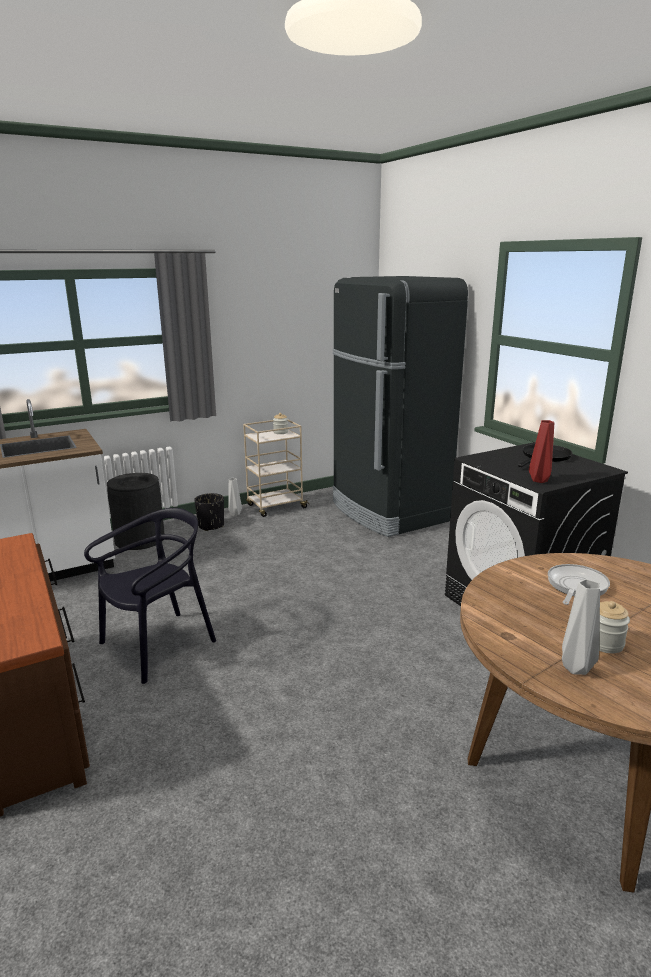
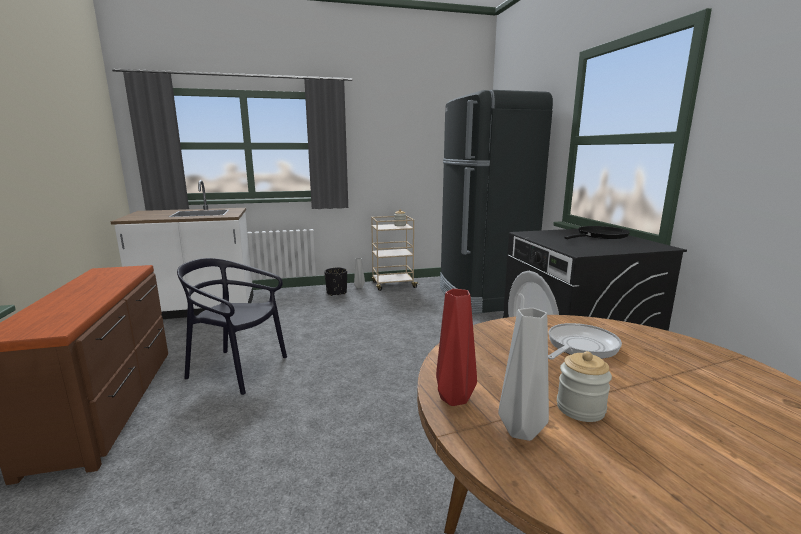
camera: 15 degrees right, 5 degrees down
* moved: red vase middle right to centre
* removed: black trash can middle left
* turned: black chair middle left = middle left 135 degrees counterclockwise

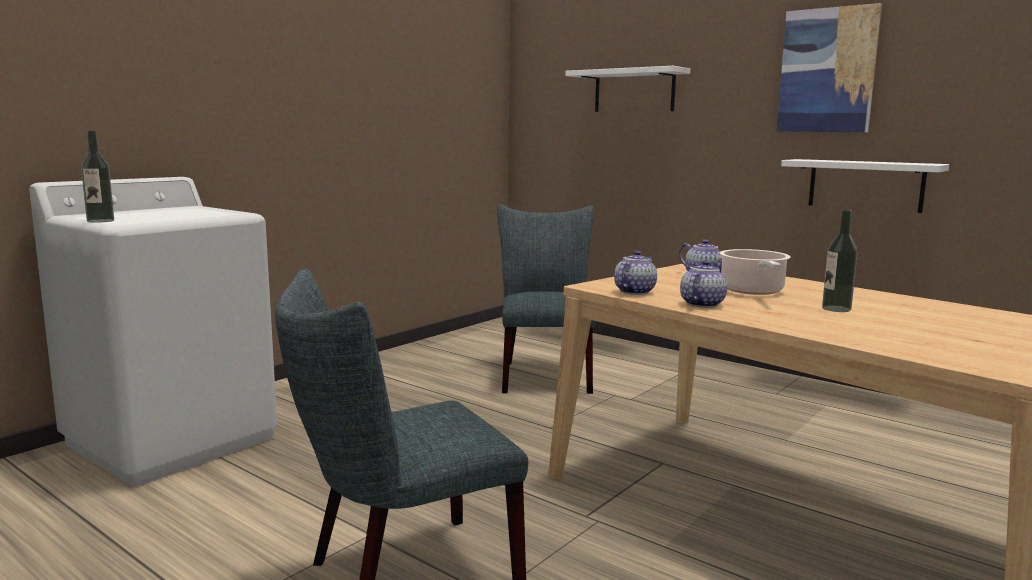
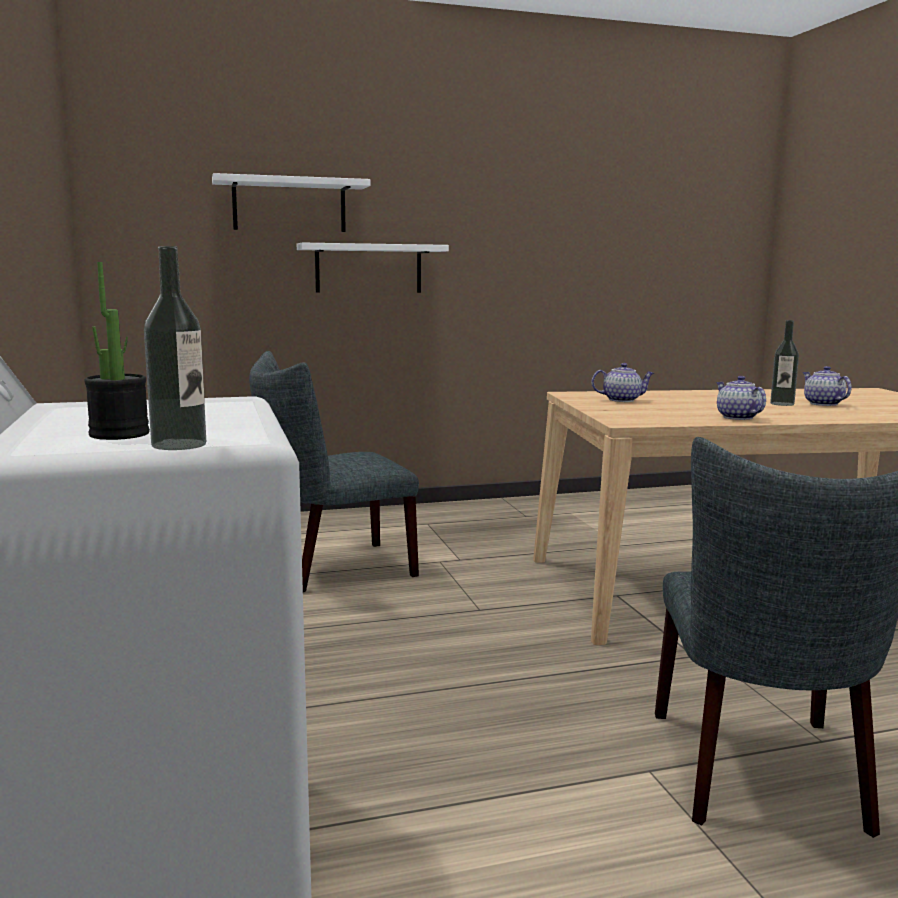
camera: 55 degrees left, 0 degrees up
* removed: picture top right
* moved: white shelf (2nd from left) top right to top centre
* turned: grey chair (2nd from left in the first image) centre = centre 60 degrees counterclockwise
* removed: cooking pot middle right
* moved: teapot (1st from left in the first image) centre to teapot (3rd from left) middle right
* added: potted plant middle left

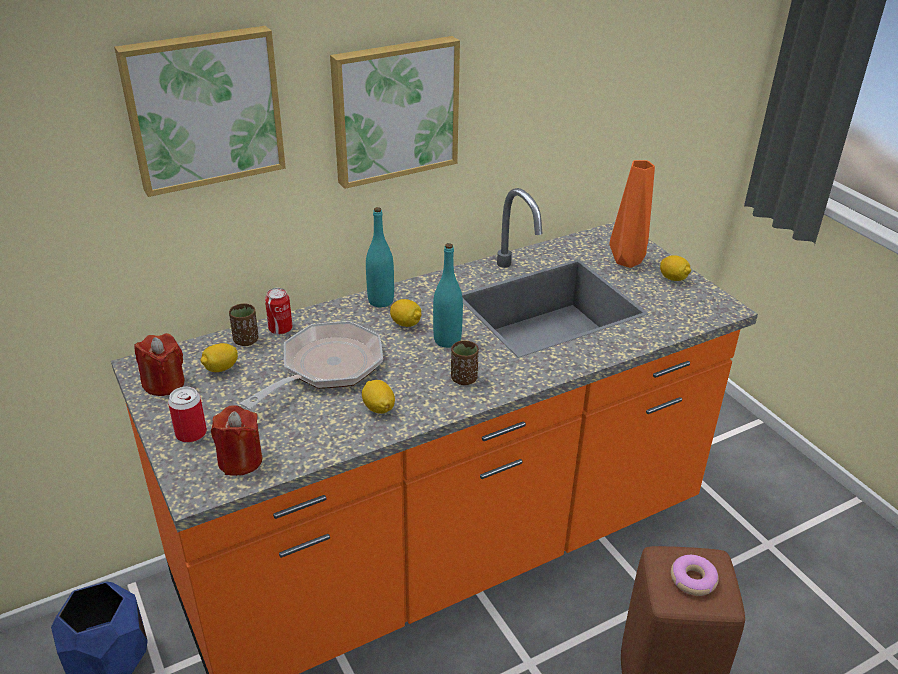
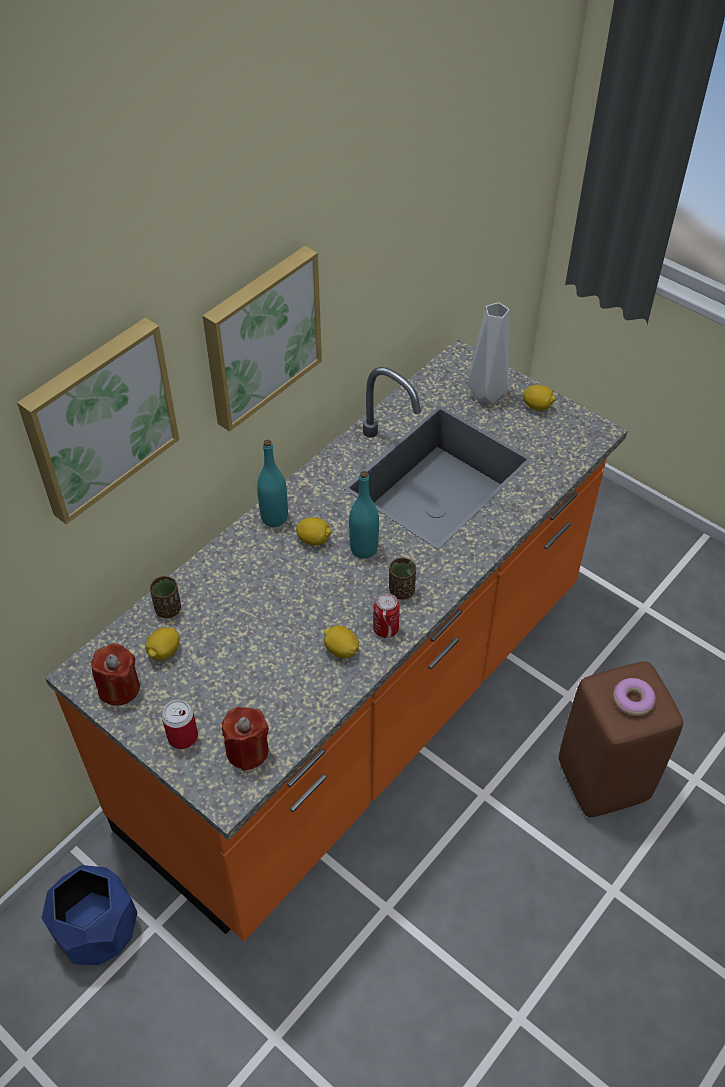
camera: 20 degrees left, 15 degrees up
* recoloured: orange vase top right to grey vase top right
* moved: can (2nd from left) middle left to centre
* removed: frying pan centre

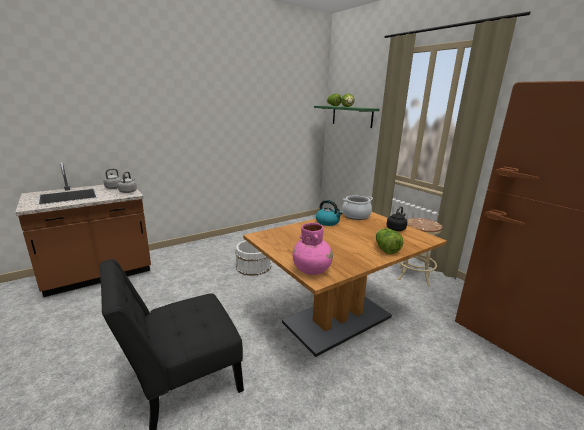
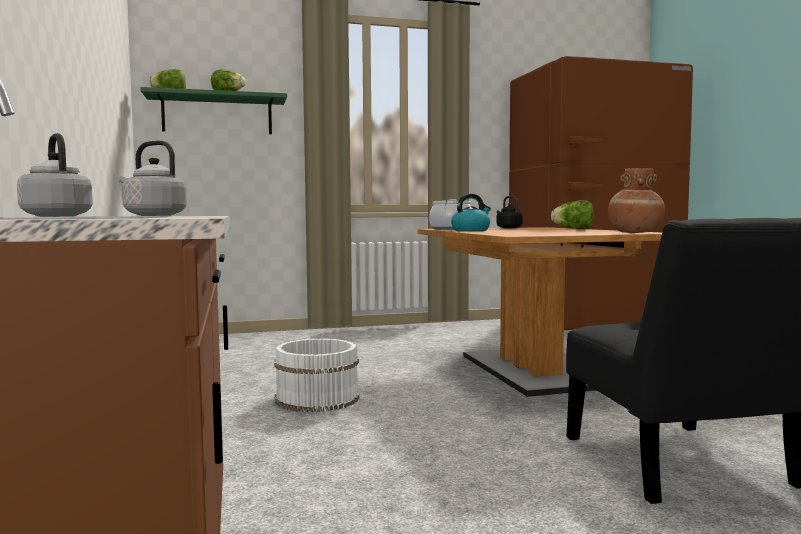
camera: 70 degrees left, 15 degrees down
* removed: beige stool middle right
* recoloured: pink vase centre to brown vase middle right

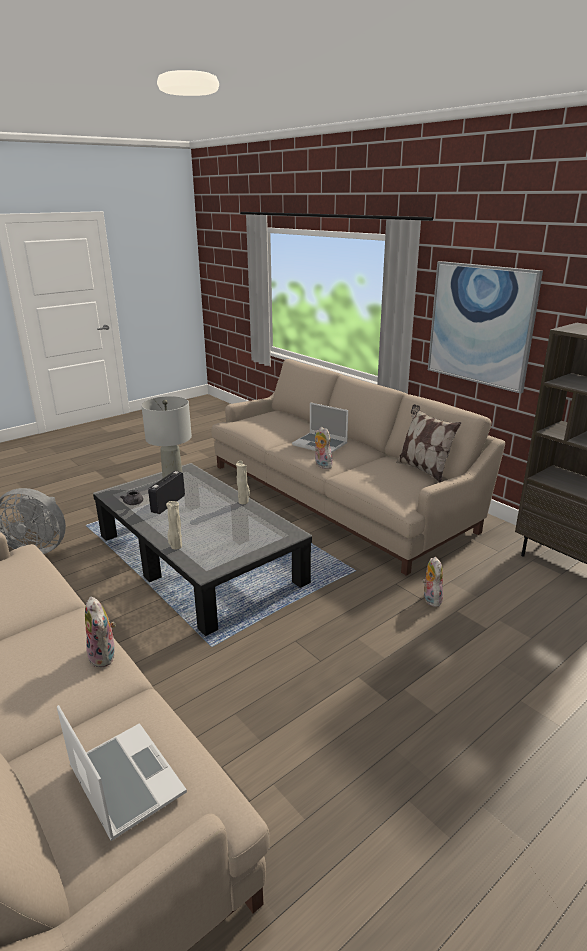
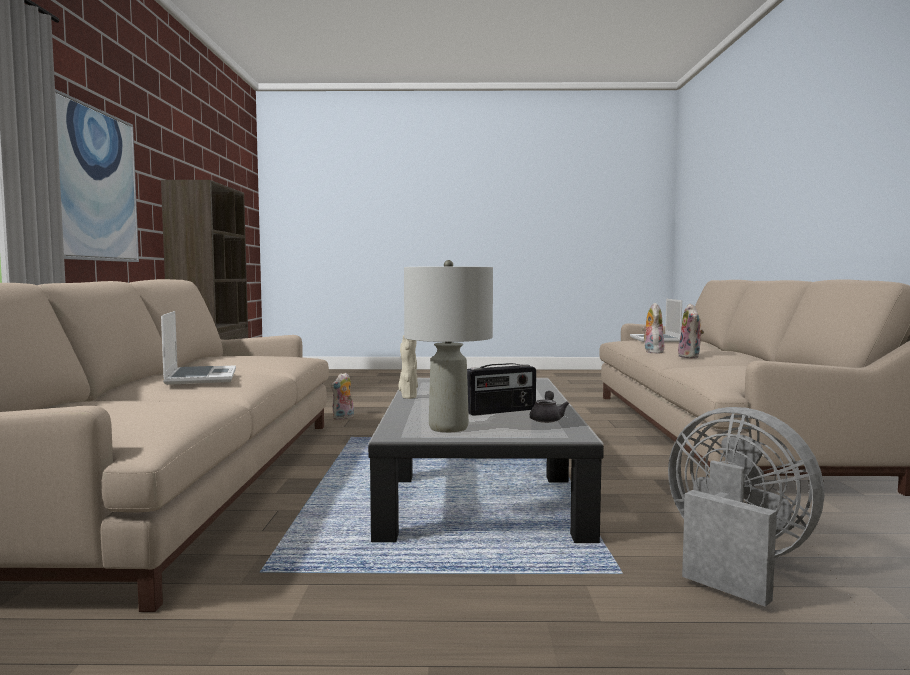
camera: 140 degrees left, 20 degrees down
* removed: pillow middle right
* moved: plush toy (2nd from left in the first image) centre to plush toy (3rd from left) middle right
* removed: beige vase (1st from left) middle left

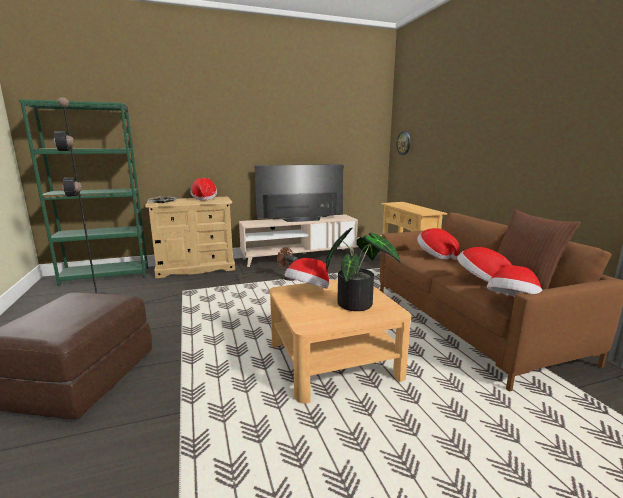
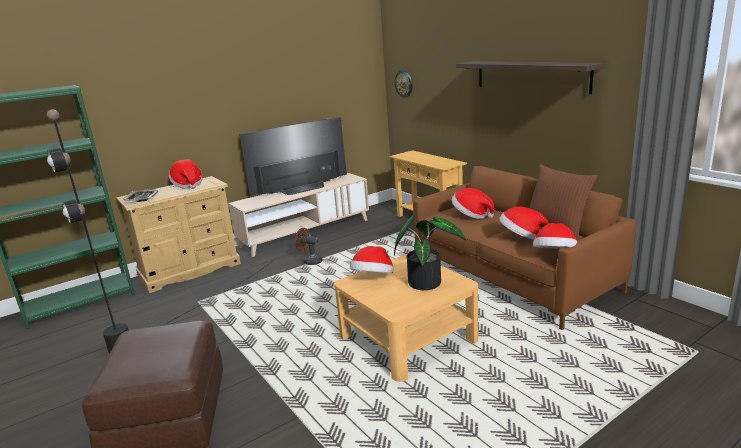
camera: 15 degrees left, 5 degrees up
* added: shelf top right

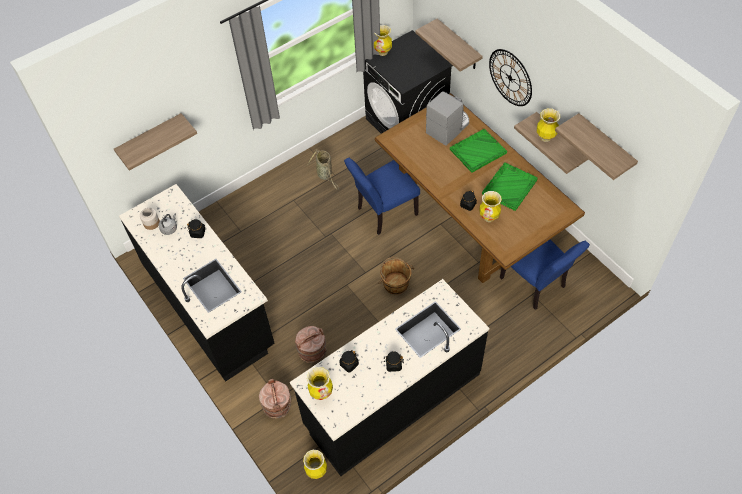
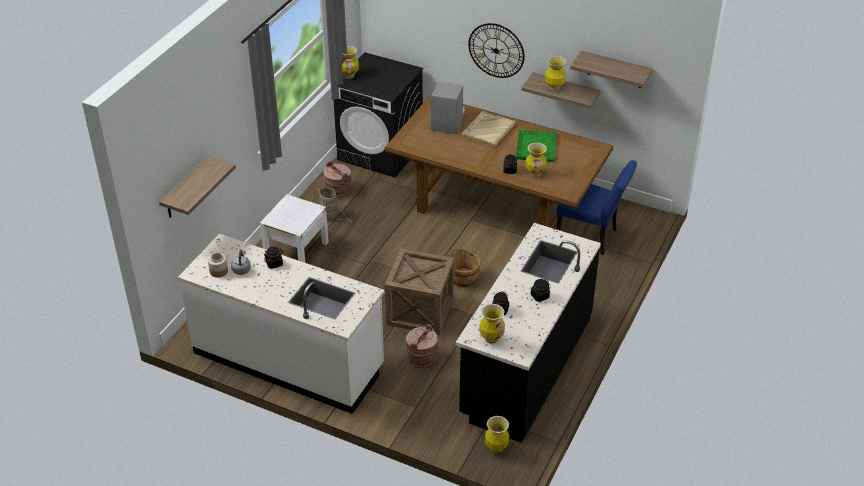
camera: 30 degrees left, 15 degrees down
* removed: shelf (2nd from left) top centre
* recoloured: green tray (1st from left) top centre to beige tray top centre
* removed: blue chair (1st from left) centre
* recoloured: black counter (1st from left) middle left to white counter bottom left
* moved: brown bucket (1st from left) bottom centre to centre
* added: white nightstand centre
* added: crate centre

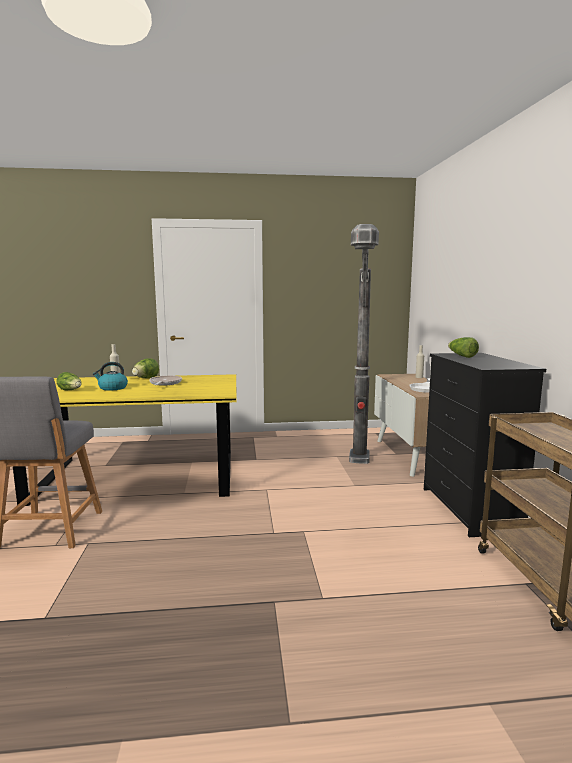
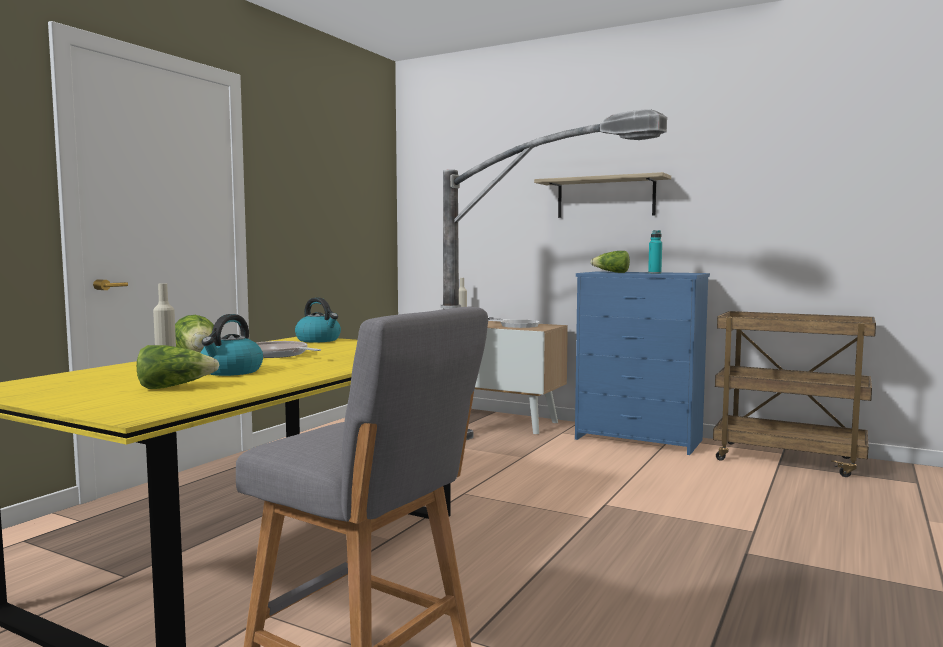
camera: 55 degrees left, 5 degrees down
* recoloured: black dresser middle right to blue dresser middle right
* added: shelf top centre
* added: turquoise bottle middle right
* added: kettle (2nd from left) centre

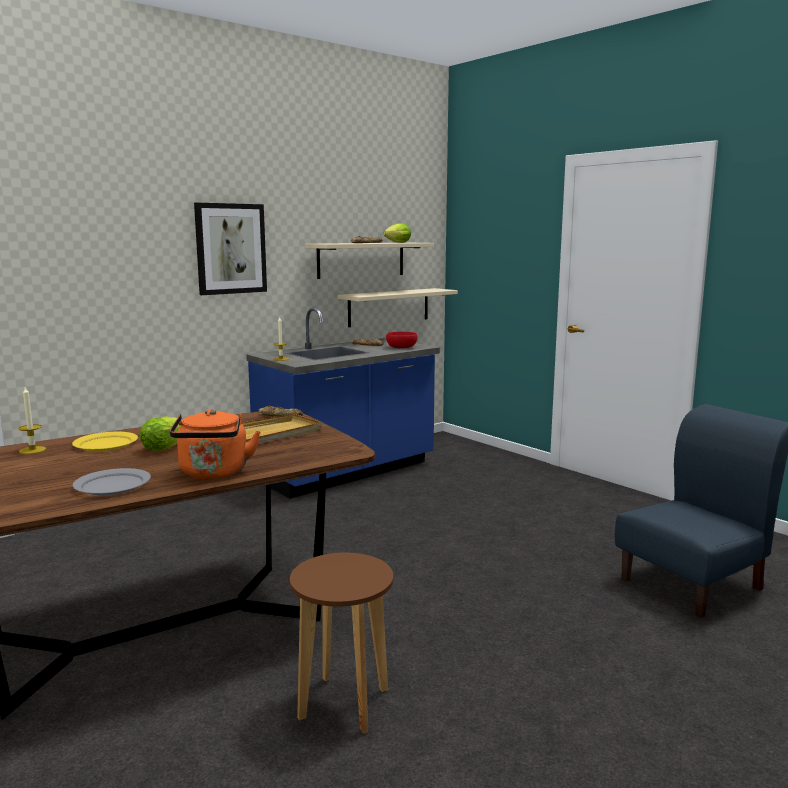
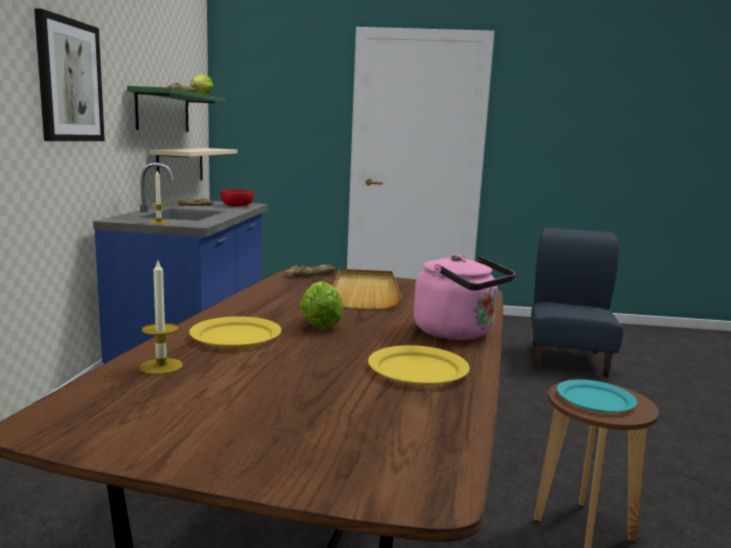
camera: 45 degrees left, 0 degrees up
* recoloured: beige shelf (1st from left) top centre to green shelf top left
* recoloured: orange kettle middle left to pink kettle centre
* recoloured: grey plate middle left to yellow plate (2nd from left) centre
* added: turquoise plate bottom right

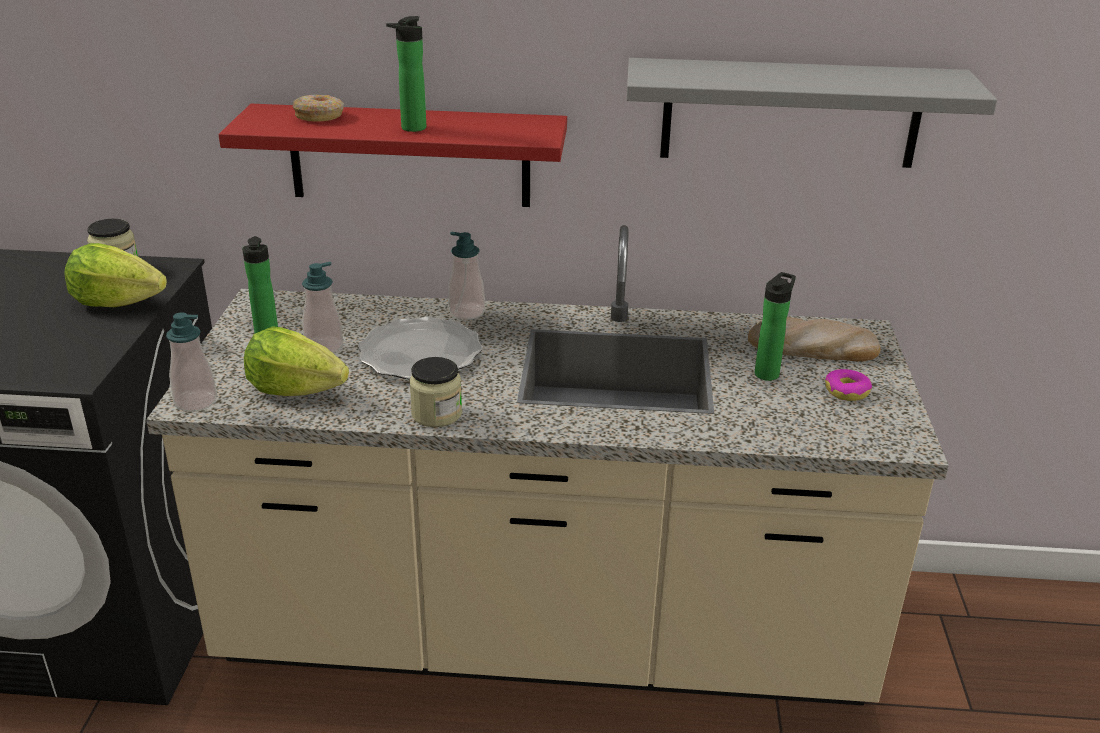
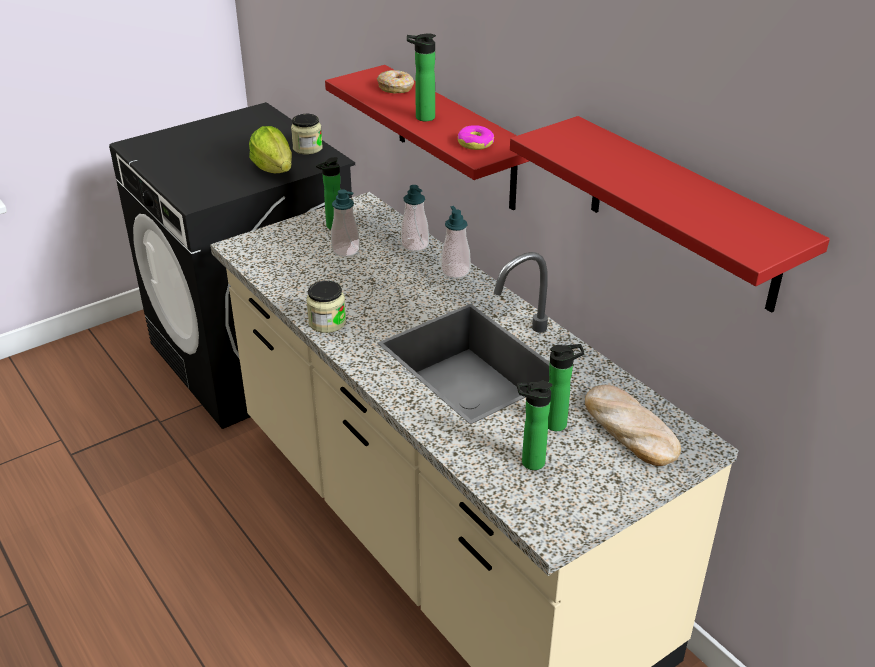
camera: 50 degrees right, 5 degrees up
* recoloured: grey shelf top right to red shelf (2nd from left) top right
* moved: soap dispenser (1st from left in the first image) middle left to soap dispenser (2nd from left) top centre
* removed: plate centre
* removed: lettuce (2nd from left) middle left
* moved: donut (2nd from left) middle right to top centre
* added: bottle (3rd from left) centre

